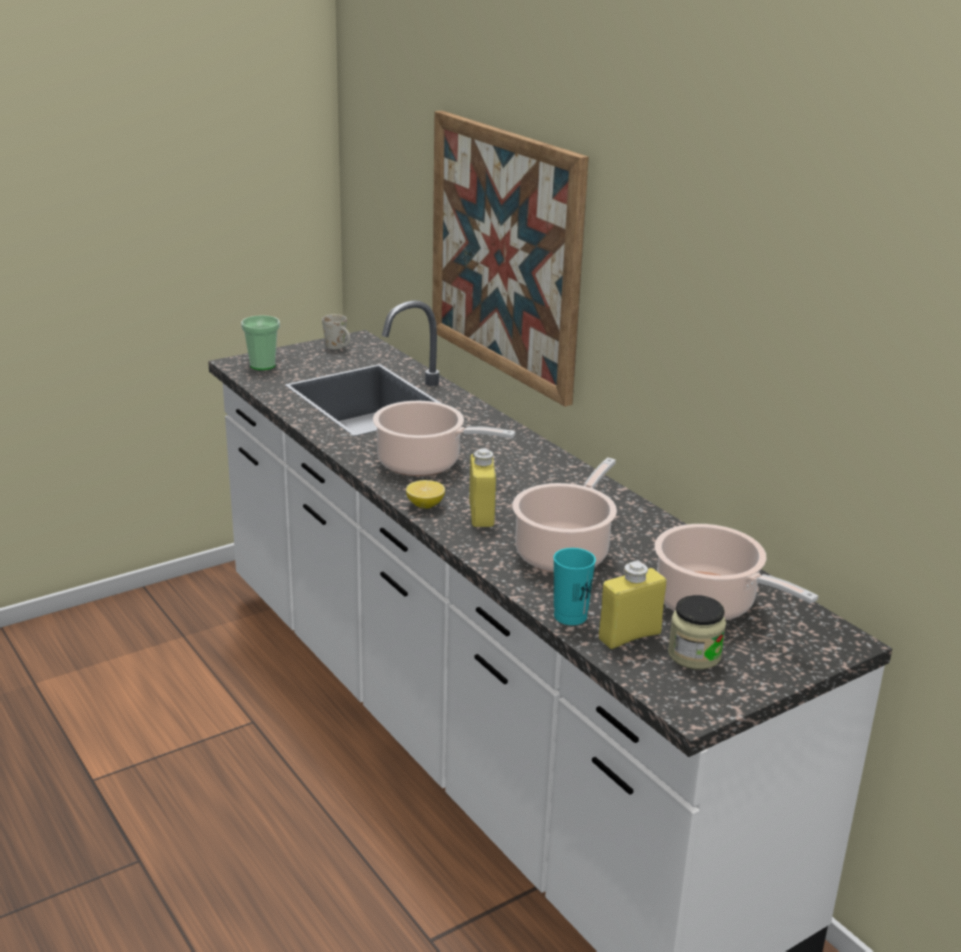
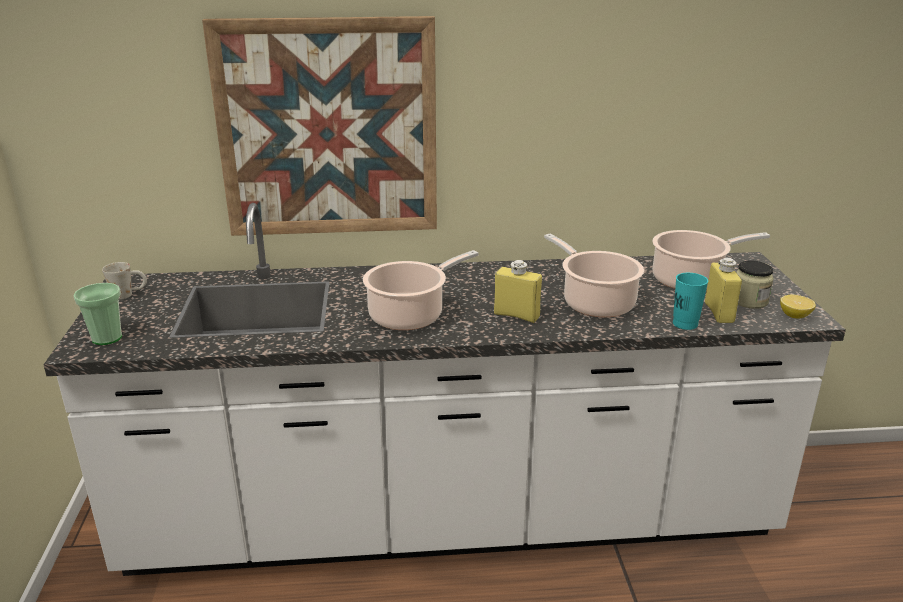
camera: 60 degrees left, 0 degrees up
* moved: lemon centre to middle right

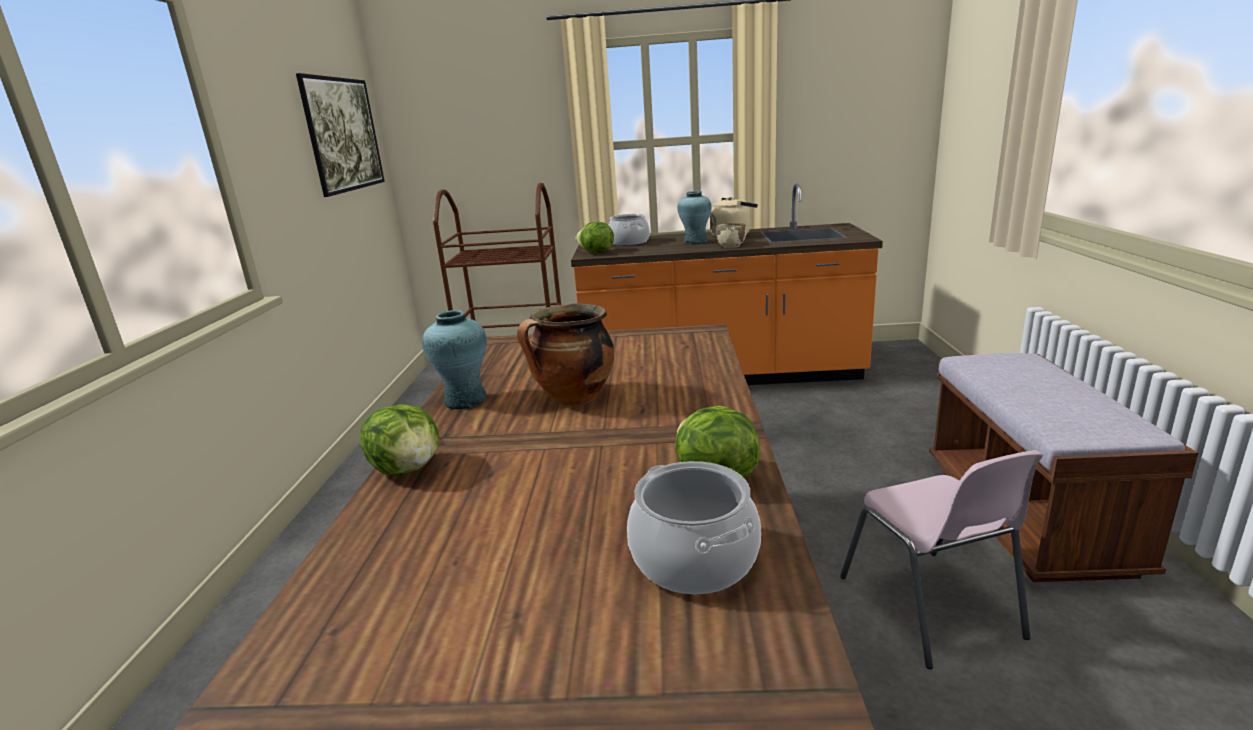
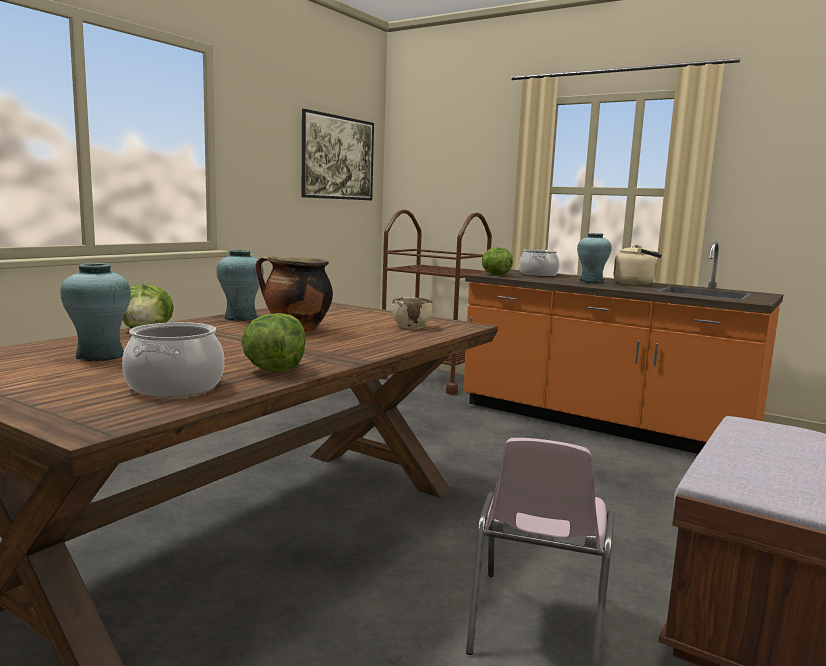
camera: 30 degrees right, 10 degrees down
* moved: beige bowl top centre to centre
* added: turquoise vase (1st from left) middle left

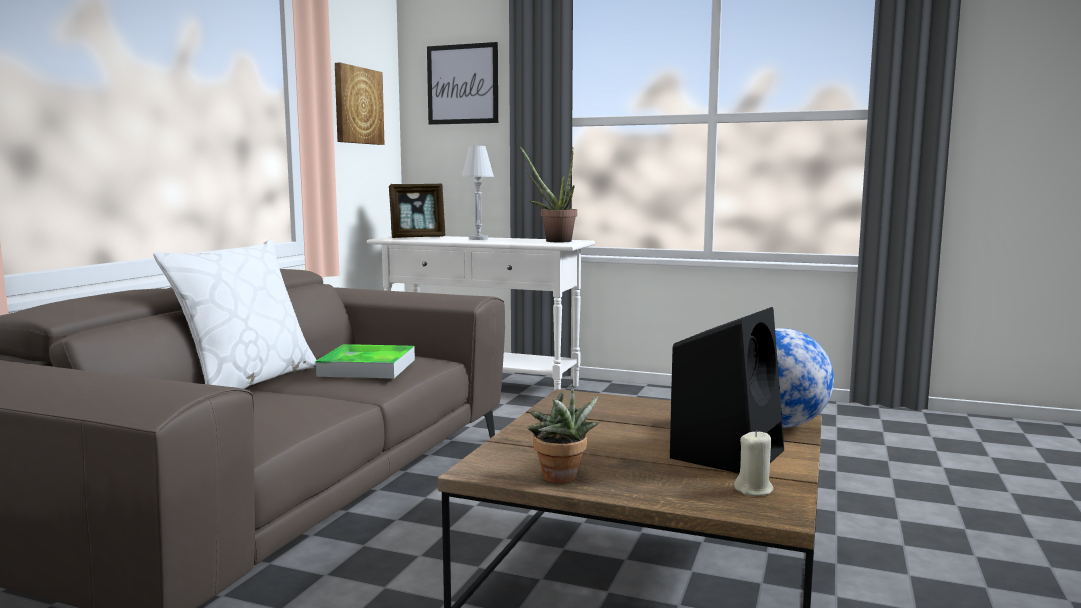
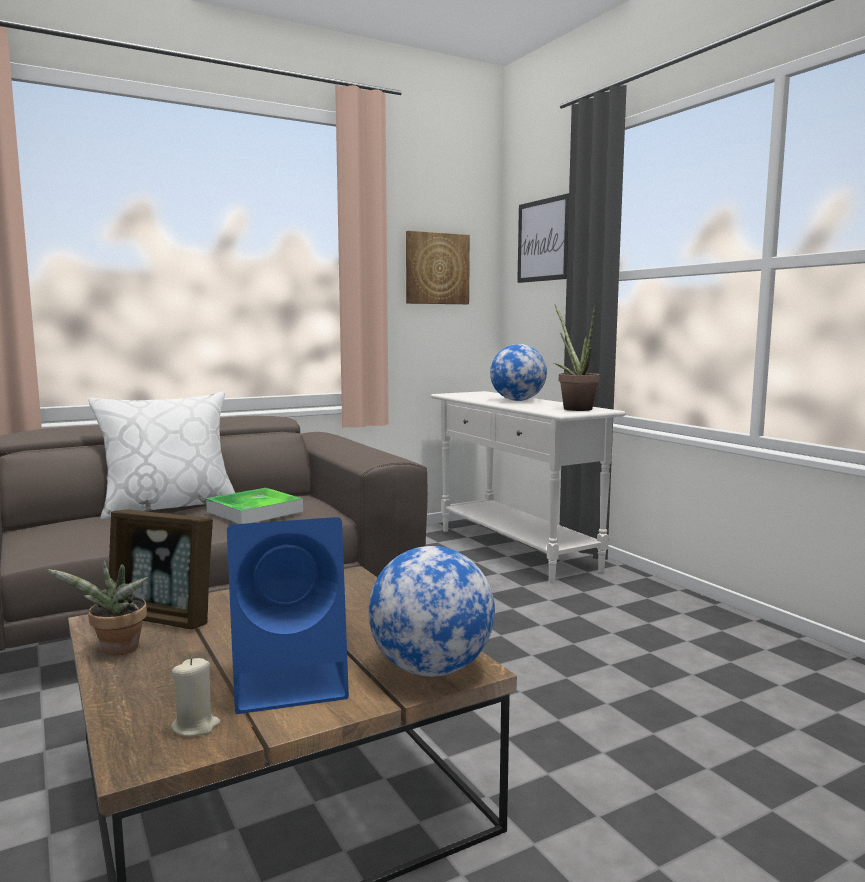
camera: 40 degrees right, 0 degrees up
* replaced: white table lamp top centre to globe (2nd from left) centre
* moved: picture frame centre to middle left
* recoloured: black speaker middle right to blue speaker bottom left

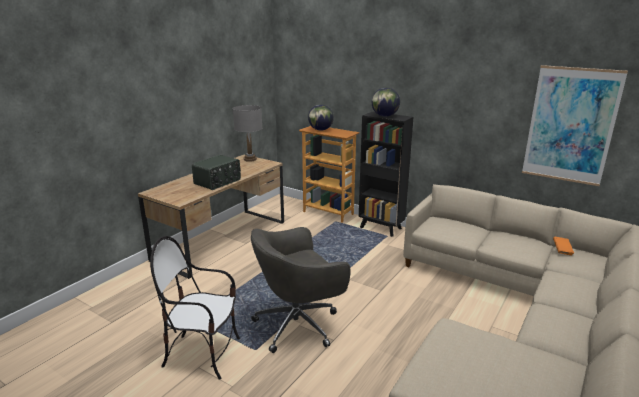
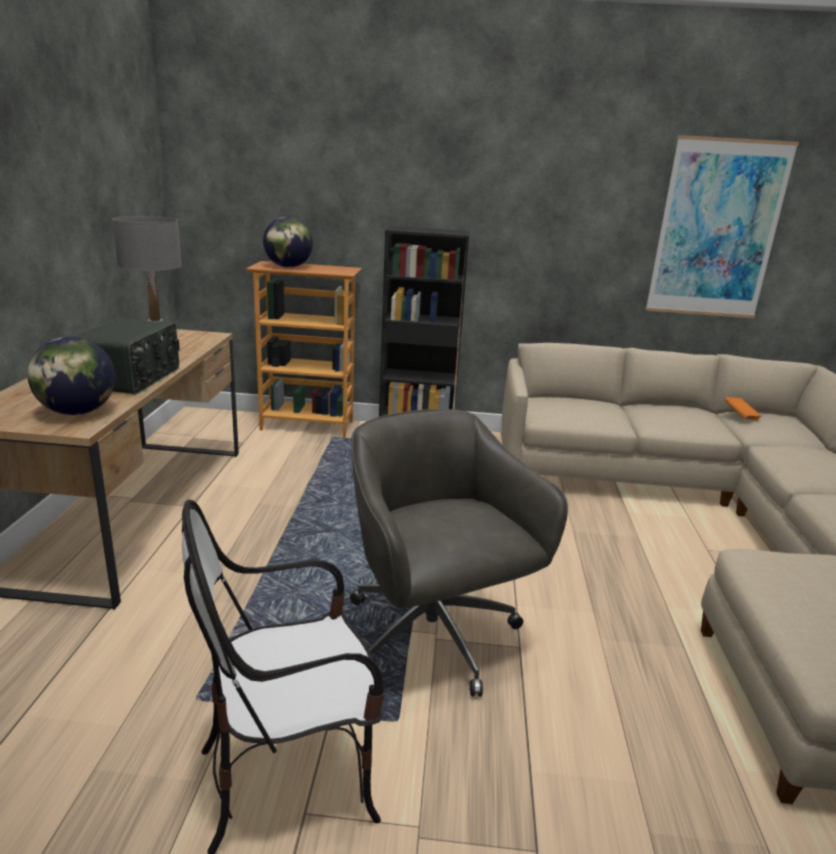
camera: 30 degrees left, 0 degrees up
* moved: globe (2nd from left in the first image) top centre to globe (1st from left) middle left
* turned: grey office chair bottom centre = centre 120 degrees clockwise

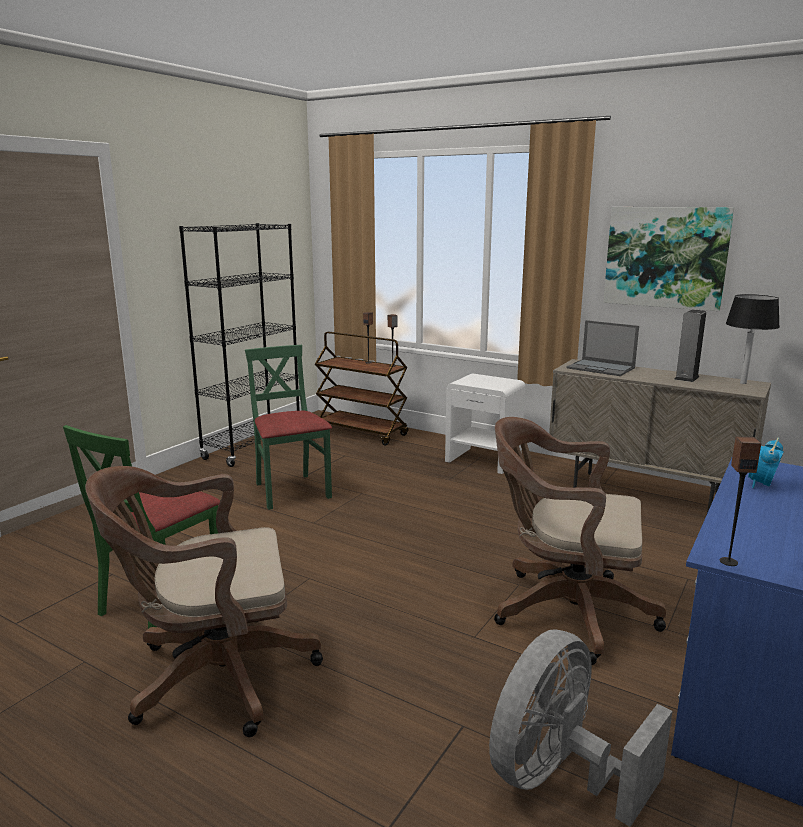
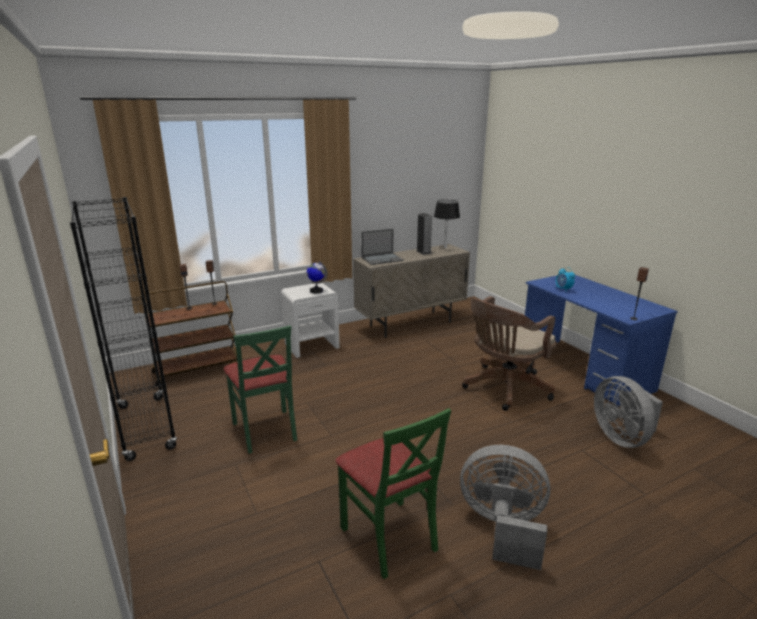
camera: 60 degrees left, 5 degrees up
* removed: picture top right
* turned: green chair (2nd from left in the first image) centre = centre 120 degrees counterclockwise
* replaced: brown office chair (1st from left) bottom left to grey fan (1st from left) bottom right
* added: globe centre

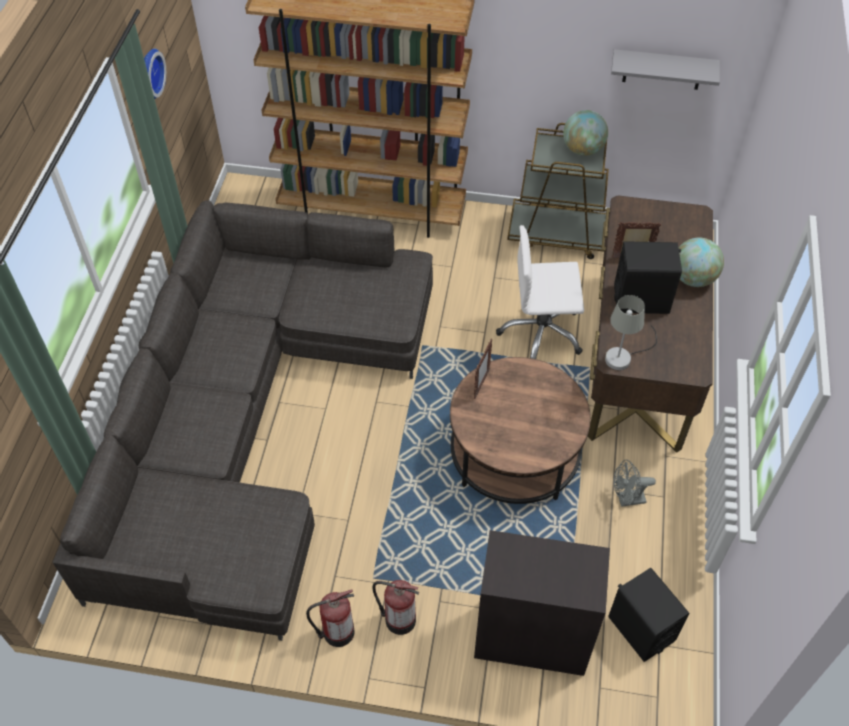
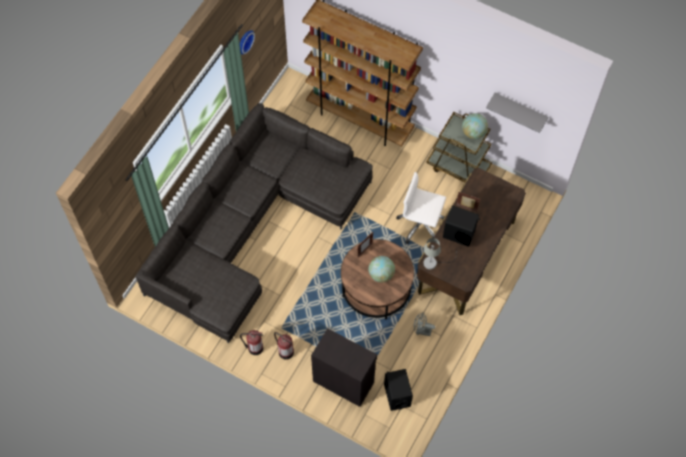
camera: 20 degrees right, 10 degrees up
* moved: globe (2nd from left in the first image) middle right to globe (1st from left) centre

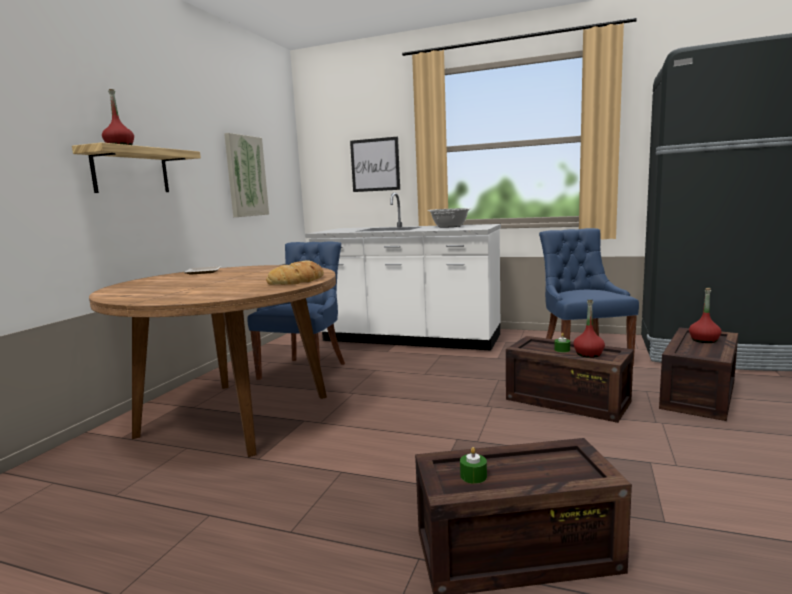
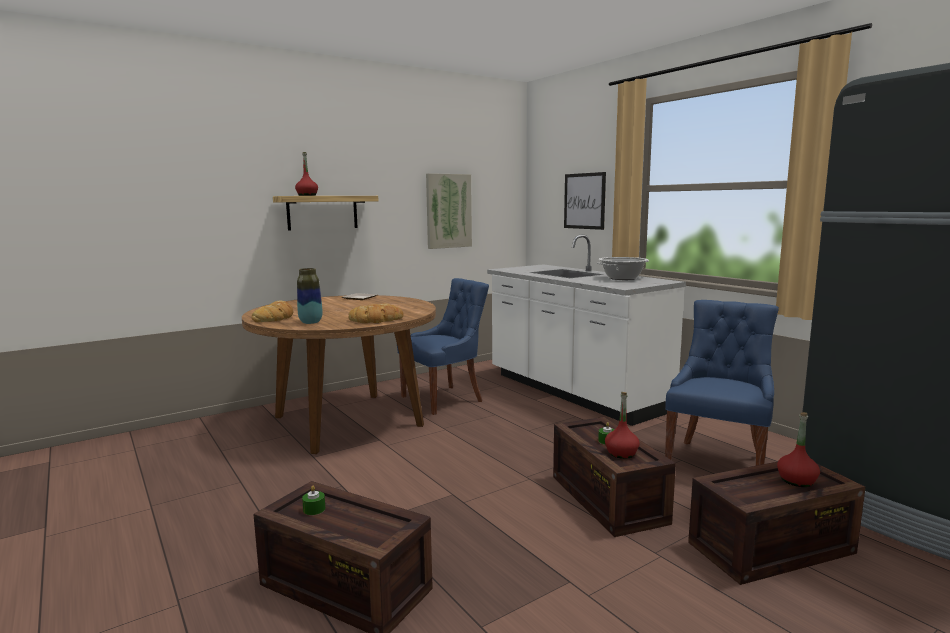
camera: 35 degrees right, 0 degrees up
* added: vase middle left
* added: bread (1st from left) middle left

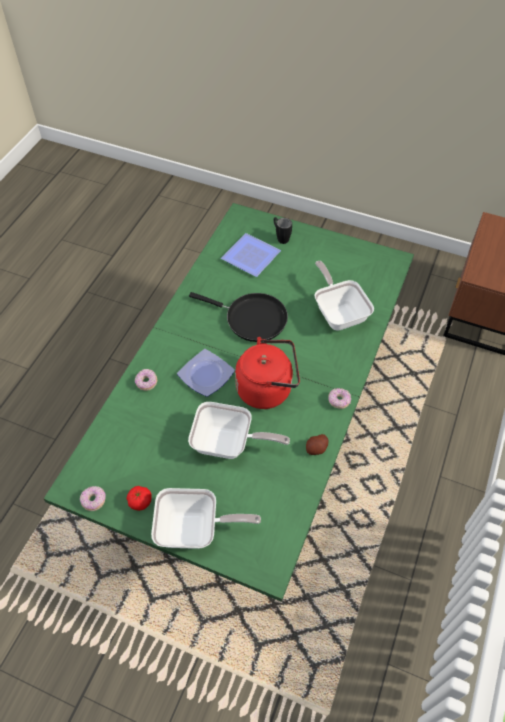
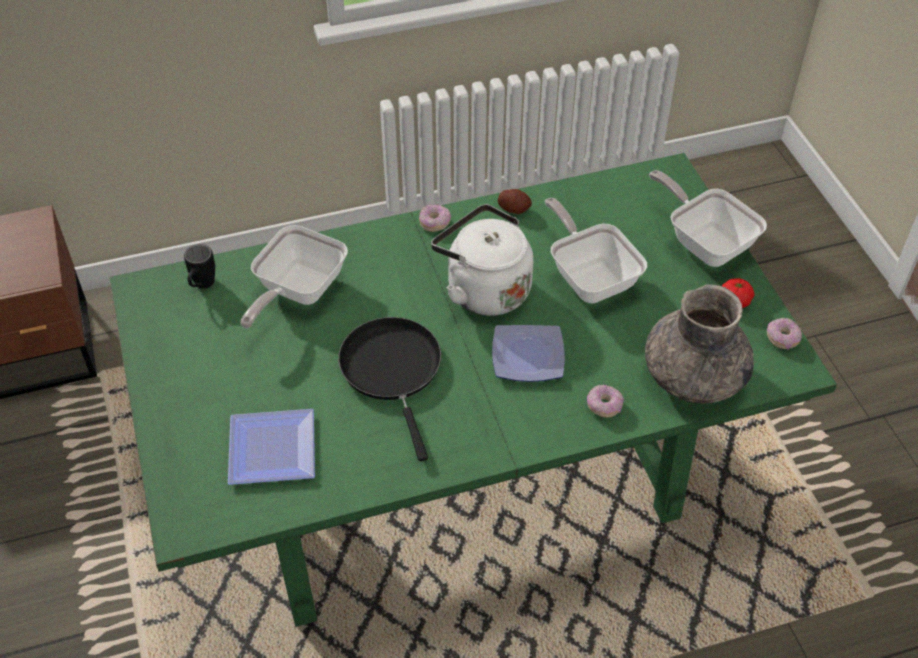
camera: 130 degrees left, 5 degrees down
* moved: black mug top centre to middle left
* recoloured: red kettle centre to white kettle centre
* added: grey vase middle right

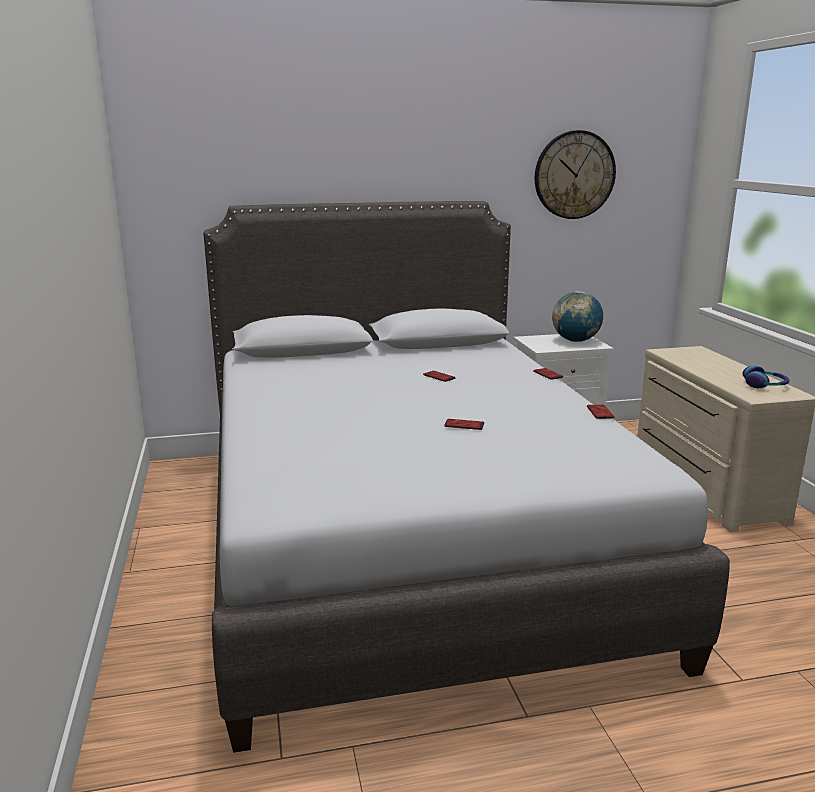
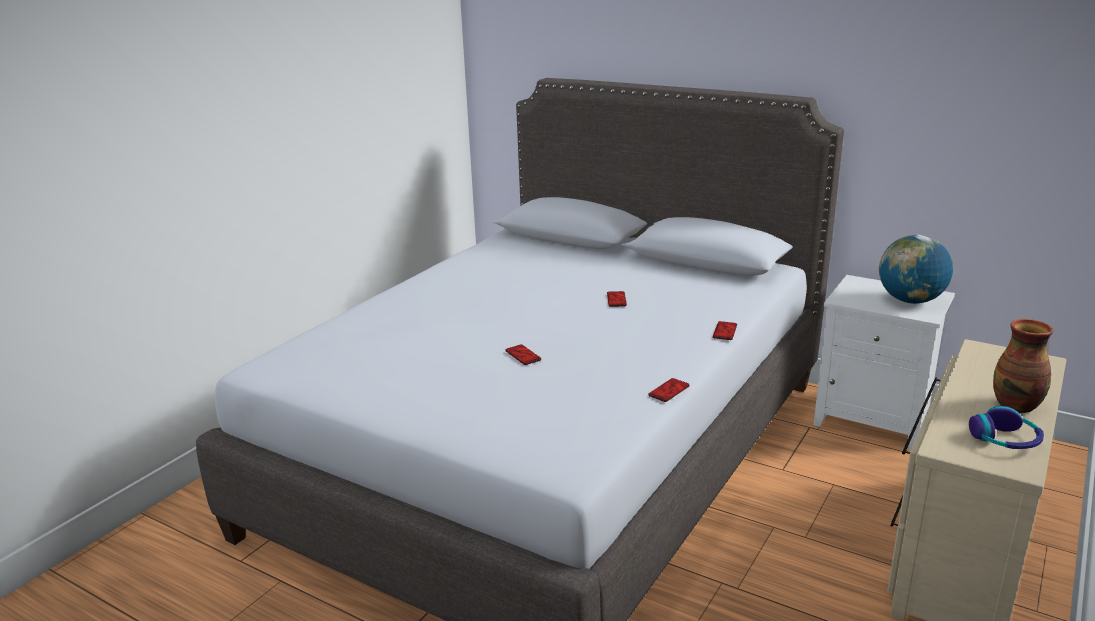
camera: 45 degrees right, 5 degrees up
* removed: wall clock top right
* added: vase middle right

